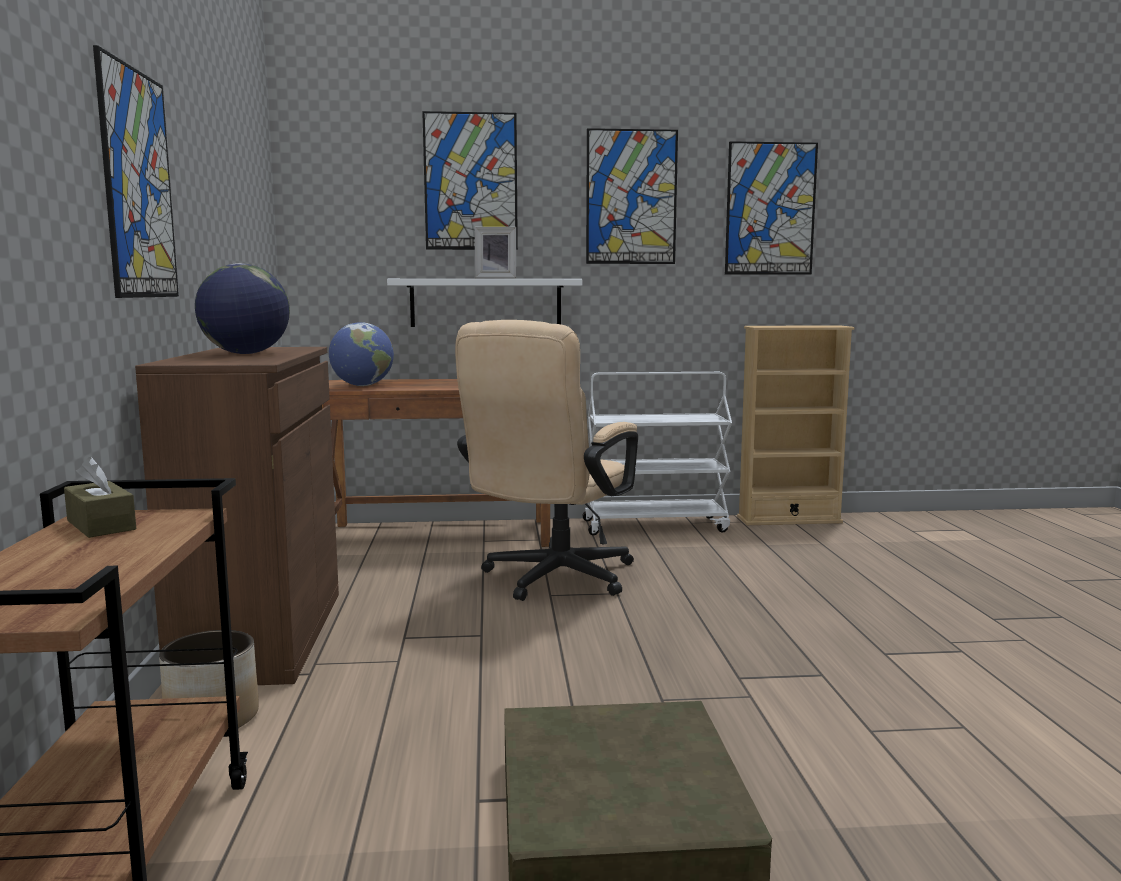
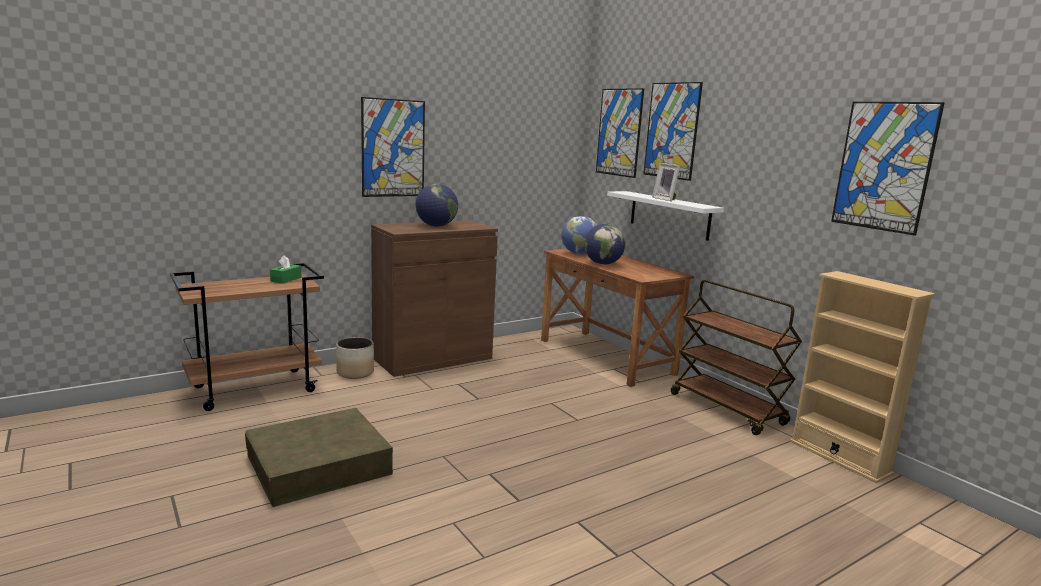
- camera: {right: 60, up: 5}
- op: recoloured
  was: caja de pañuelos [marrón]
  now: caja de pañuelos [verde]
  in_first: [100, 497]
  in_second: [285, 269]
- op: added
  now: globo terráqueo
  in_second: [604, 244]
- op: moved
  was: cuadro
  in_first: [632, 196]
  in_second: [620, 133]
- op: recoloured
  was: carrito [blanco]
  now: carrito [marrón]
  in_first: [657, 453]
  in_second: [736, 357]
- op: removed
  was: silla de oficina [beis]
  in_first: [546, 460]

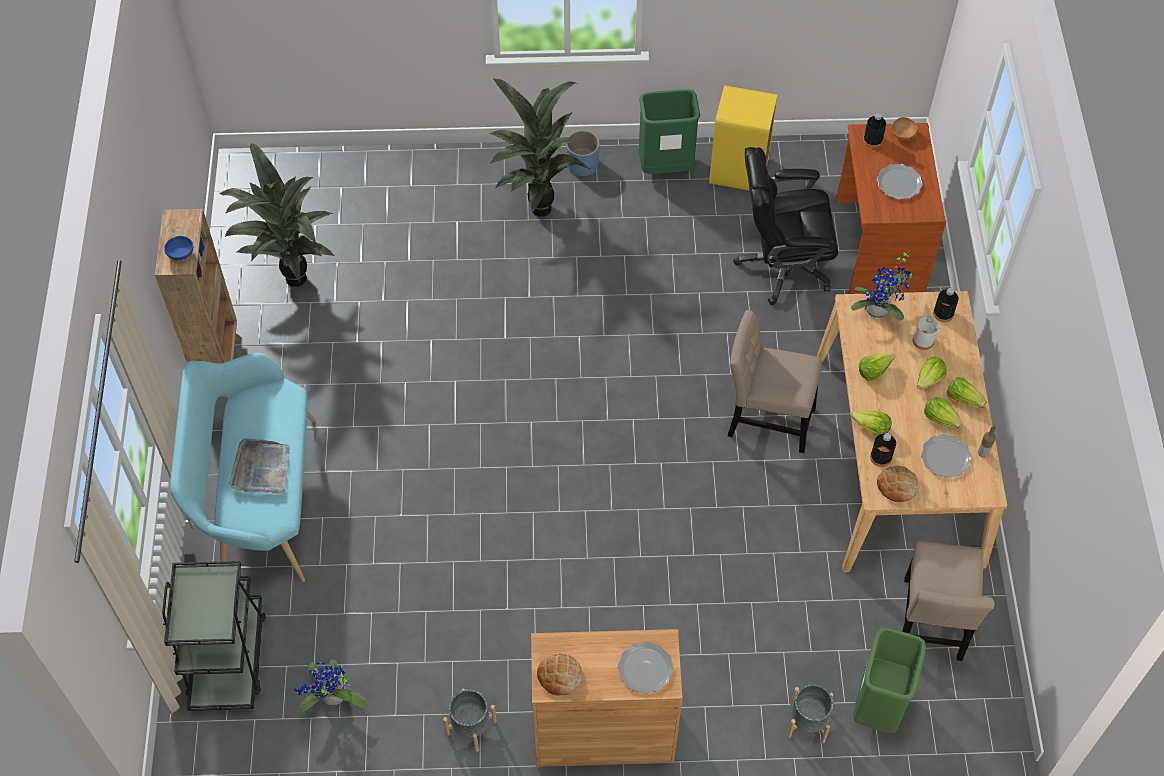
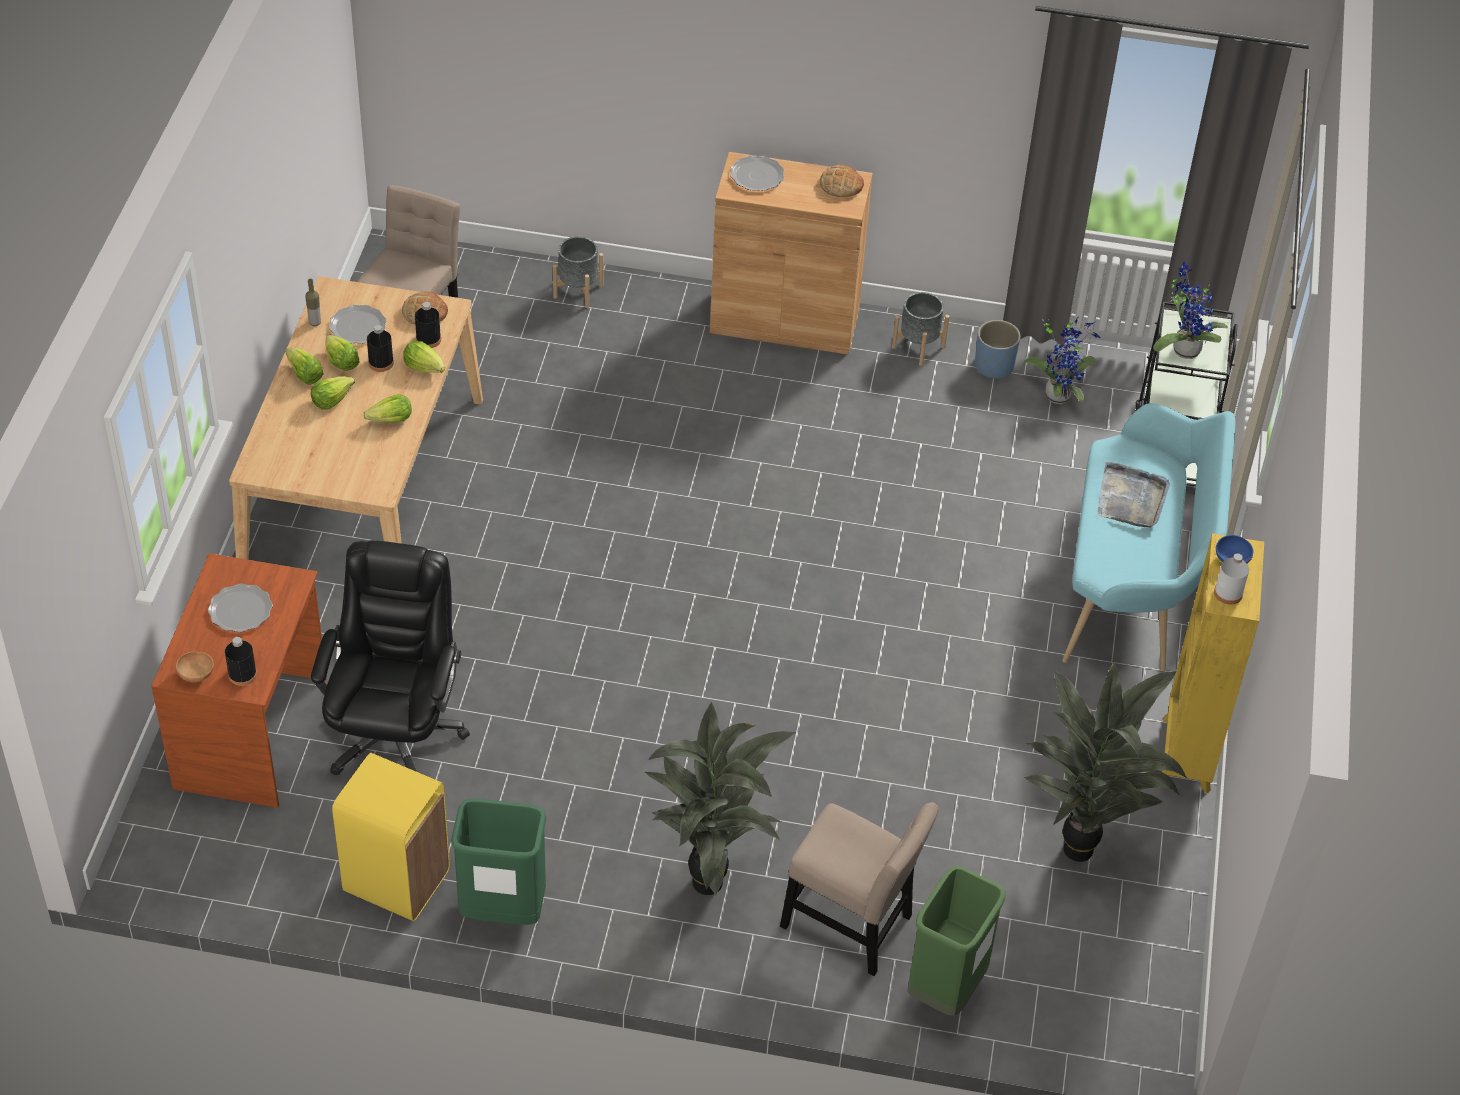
- camera: {right: -170, up: -10}
- op: turned
  was: silla de oficina [negro]
  in_first: [785, 226]
  in_second: [390, 657]
  clockwise: -90
- op: moved
  was: botella [negro]
  in_first: [946, 305]
  in_second: [380, 348]
- op: moved
  was: silla [beis]
  in_first: [775, 381]
  in_second: [859, 889]
- op: moved
  was: papelera [verde]
  in_first: [889, 680]
  in_second: [957, 941]
- op: moved
  was: maceta [azul]
  in_first: [583, 153]
  in_second: [997, 349]
- op: moved
  was: planta en maceta
  in_first: [881, 285]
  in_second: [1190, 310]
- op: recoloured
  was: estantería [marrón]
  now: estantería [amarillo]
  in_first: [198, 286]
  in_second: [1213, 663]
- op: moved
  was: botella [blanco]
  in_first: [926, 333]
  in_second: [1231, 578]

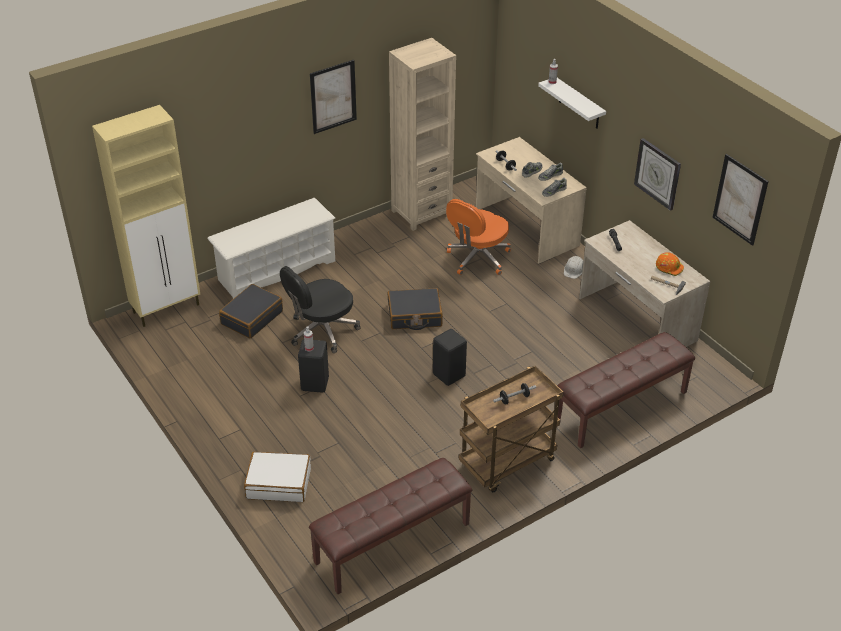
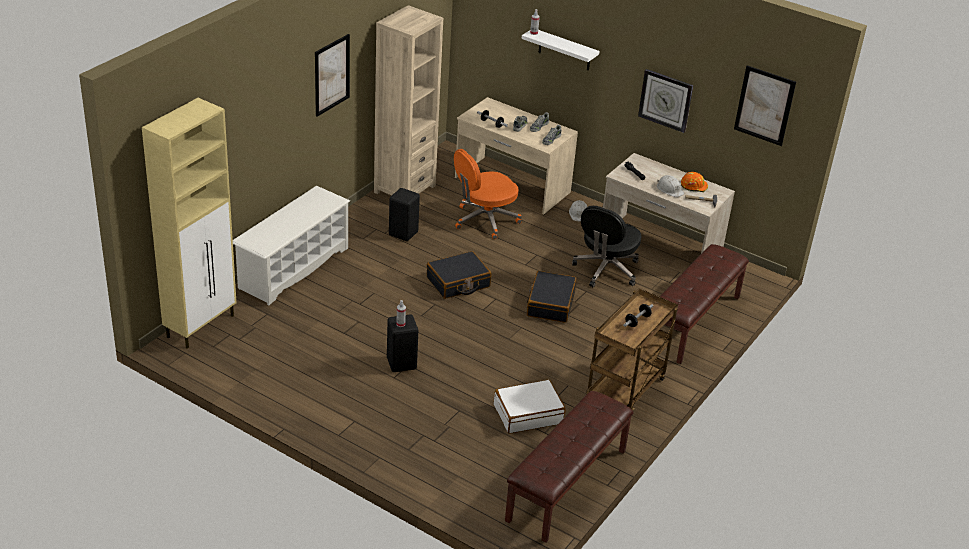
- camera: {right: -25, up: -5}
- op: moved
  was: taburete [negro]
  in_first: [450, 357]
  in_second: [404, 214]
- op: turned
  was: silla de oficina [naranja]
  in_first: [478, 237]
  in_second: [488, 194]
  clockwise: 45
- op: moved
  was: maleta [blanco]
  in_first: [277, 477]
  in_second: [530, 406]
- op: moved
  was: maleta [negro]
  in_first: [251, 311]
  in_second: [552, 297]
- op: moved
  was: silla de oficina [negro]
  in_first: [320, 309]
  in_second: [606, 246]
- op: added
  now: casco [blanco]
  in_second: [671, 186]

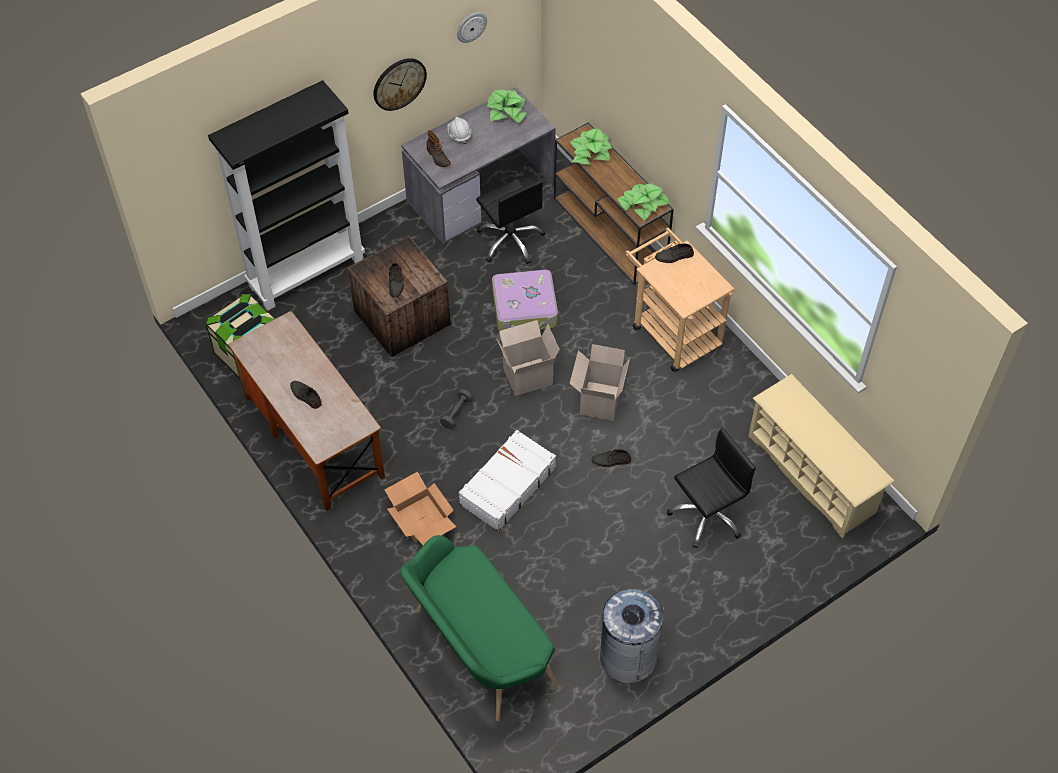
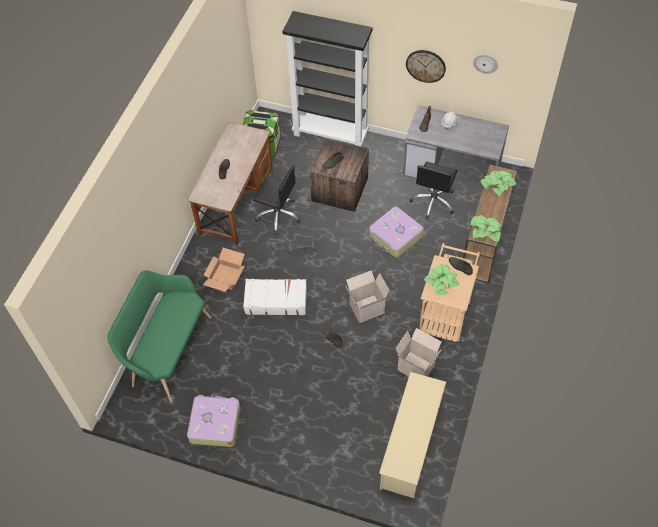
- camera: {right: 55, up: 0}
- op: replaced
  was: papelera [gris]
  now: maleta
  in_first: [632, 636]
  in_second: [214, 421]
- op: moved
  was: silla de oficina [negro]
  in_first: [711, 488]
  in_second: [277, 199]
- op: moved
  was: caja de cartón
  in_first: [528, 358]
  in_second: [419, 352]
- op: moved
  was: planta en maceta
  in_first: [506, 106]
  in_second: [441, 279]

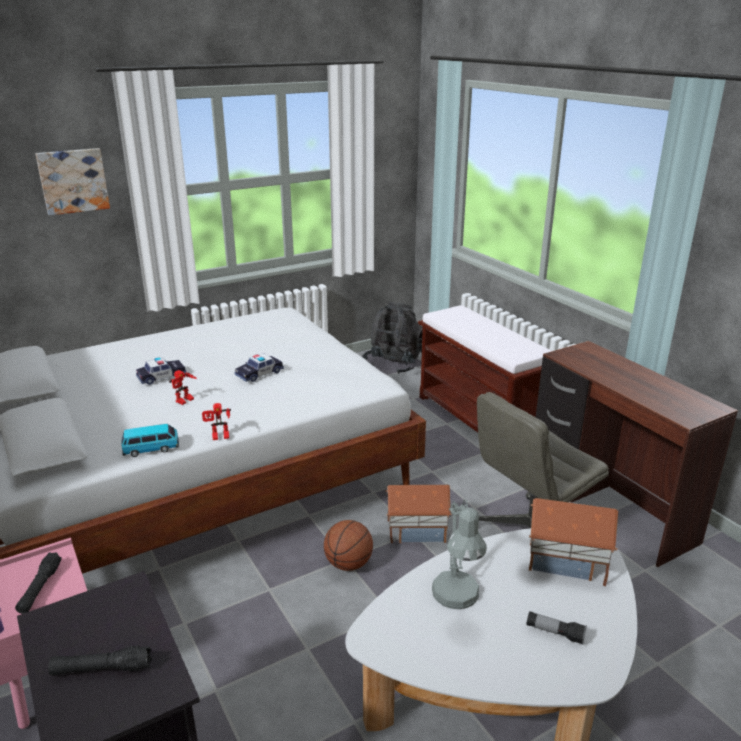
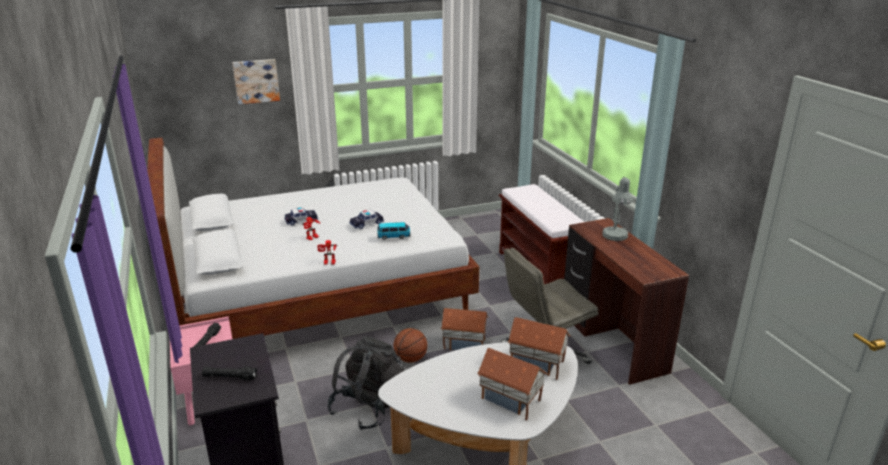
- camera: {right: 10, up: 0}
- op: moved
  was: mochila [negro]
  in_first: [393, 338]
  in_second: [365, 383]
- op: moved
  was: coche de juguete
  in_first: [150, 440]
  in_second: [393, 231]
- op: replaced
  was: linterna
  now: casita
  in_first: [556, 628]
  in_second: [512, 384]
- op: moved
  was: lámpara de mesa [gris]
  in_first: [459, 554]
  in_second: [617, 208]

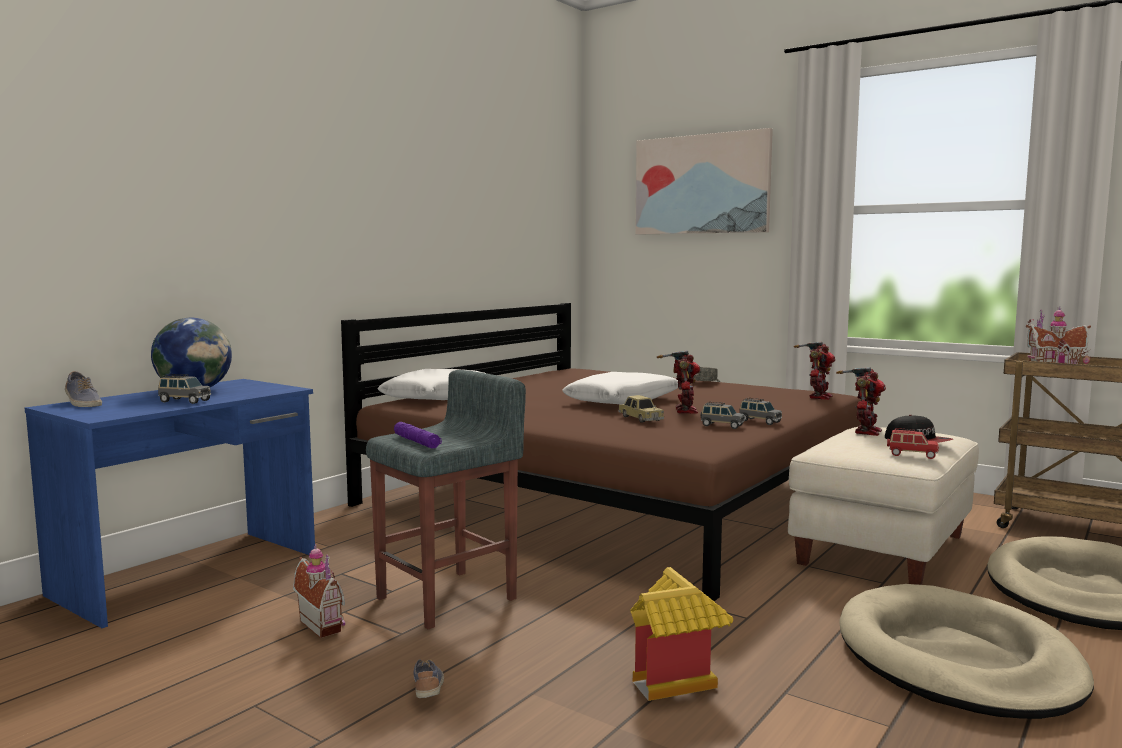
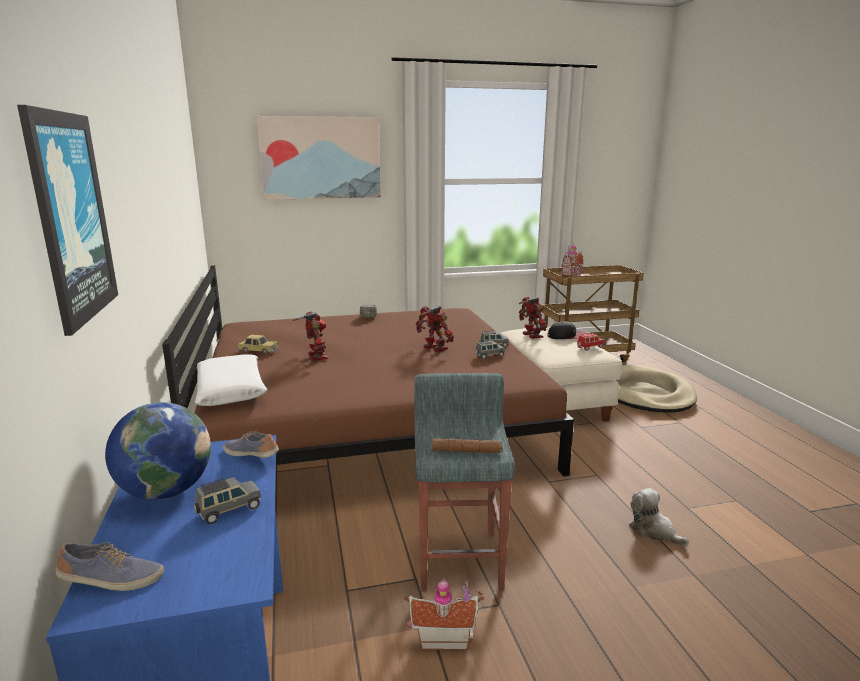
- camera: {right: -50, up: 10}
- op: added
  now: cuadro
  in_second: [67, 220]
- op: moved
  was: zapato
  in_first: [428, 678]
  in_second: [251, 444]
- op: moved
  was: coche de juguete
  in_first: [641, 409]
  in_second: [258, 344]
- op: moved
  was: robot de juguete
  in_first: [814, 370]
  in_second: [310, 336]
- op: recoloured
  was: linterna [morado]
  now: linterna [marrón]
  in_first: [418, 435]
  in_second: [467, 445]
- op: replaced
  was: casita
  now: peluche
  in_first: [682, 634]
  in_second: [659, 517]
- op: removed
  was: cojín [blanco]
  in_first: [620, 388]
- op: removed
  was: cama para perro [beis]
  in_first: [966, 651]

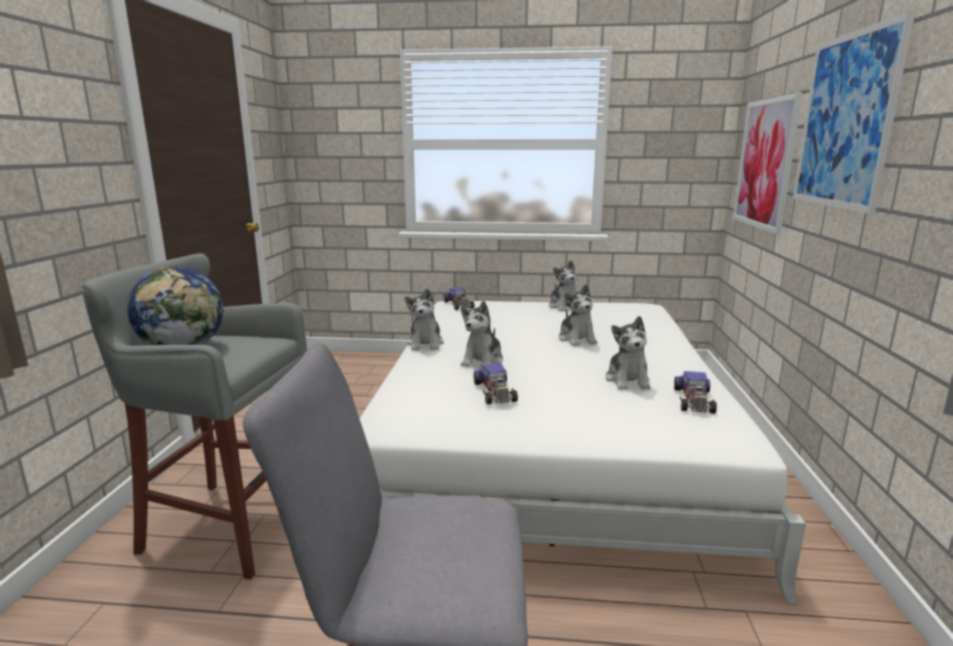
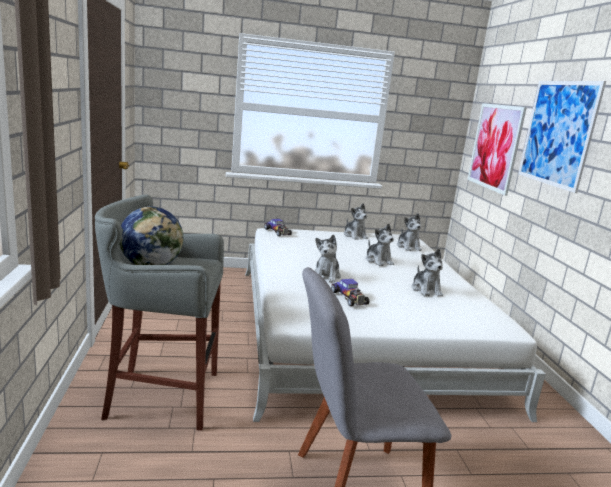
- camera: {right: -15, up: 0}
- op: moved
  was: peluche
  in_first: [424, 319]
  in_second: [409, 232]
- op: removed
  was: coche de juguete
  in_first: [695, 392]

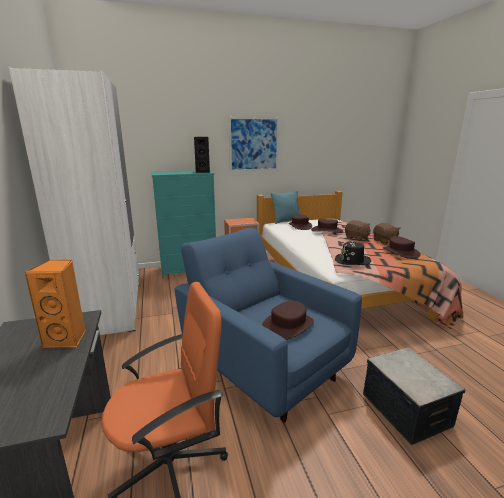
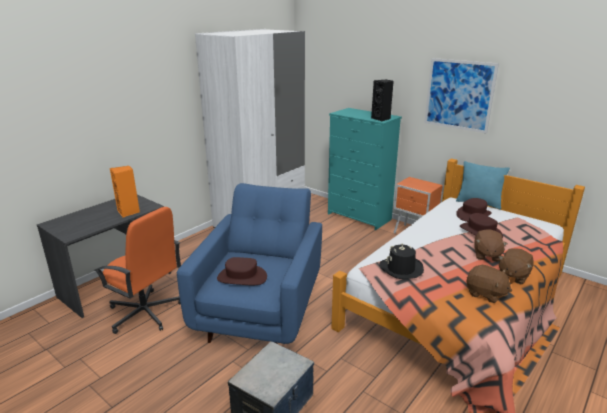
- camera: {right: 55, up: 5}
- op: replaced
  was: sombrero [marrón]
  now: peluche [marrón]
  in_first: [401, 247]
  in_second: [489, 283]

